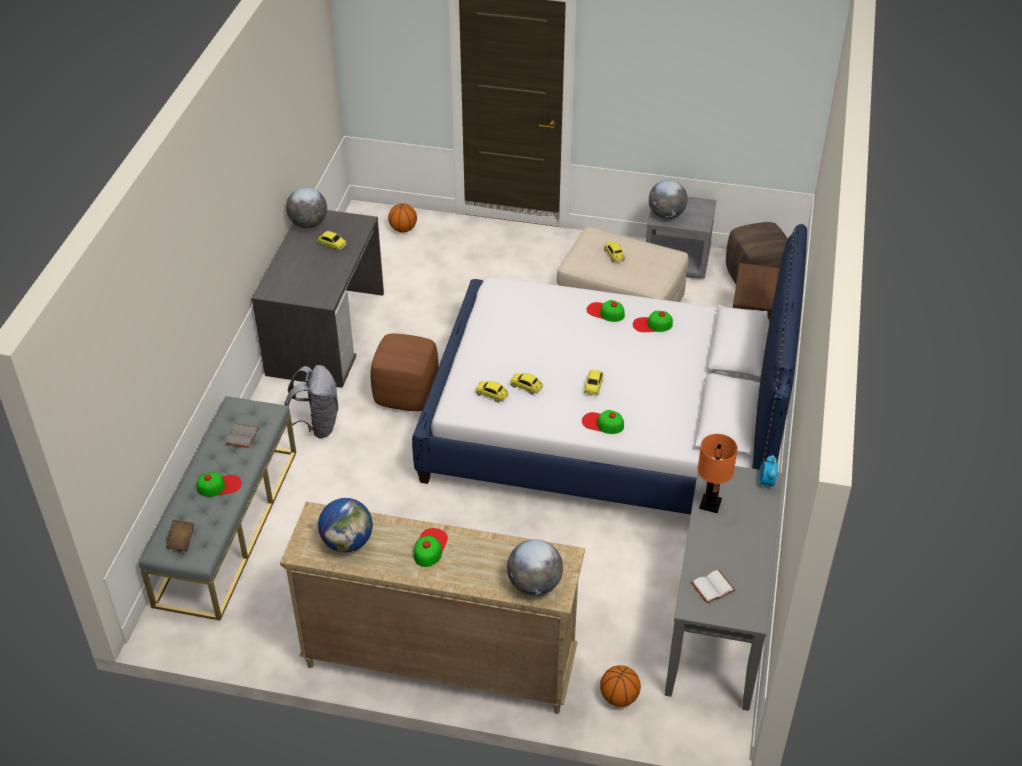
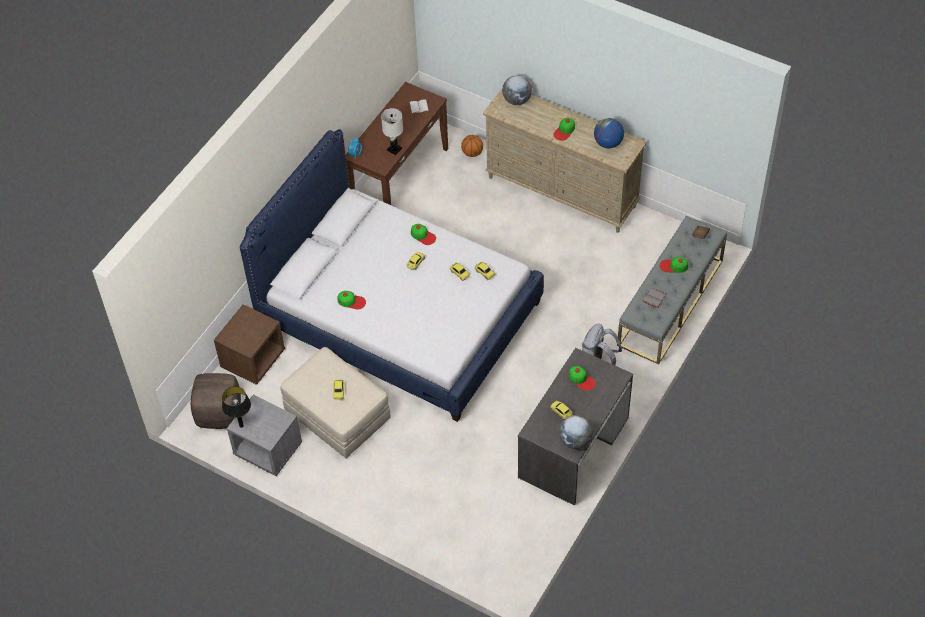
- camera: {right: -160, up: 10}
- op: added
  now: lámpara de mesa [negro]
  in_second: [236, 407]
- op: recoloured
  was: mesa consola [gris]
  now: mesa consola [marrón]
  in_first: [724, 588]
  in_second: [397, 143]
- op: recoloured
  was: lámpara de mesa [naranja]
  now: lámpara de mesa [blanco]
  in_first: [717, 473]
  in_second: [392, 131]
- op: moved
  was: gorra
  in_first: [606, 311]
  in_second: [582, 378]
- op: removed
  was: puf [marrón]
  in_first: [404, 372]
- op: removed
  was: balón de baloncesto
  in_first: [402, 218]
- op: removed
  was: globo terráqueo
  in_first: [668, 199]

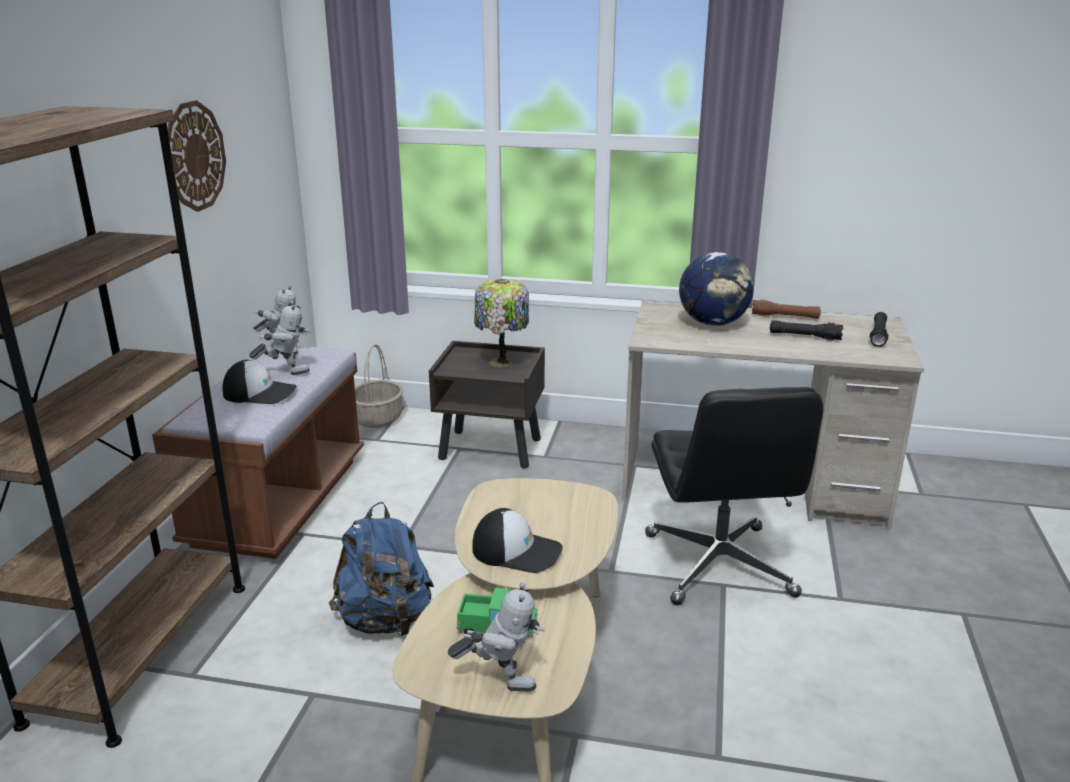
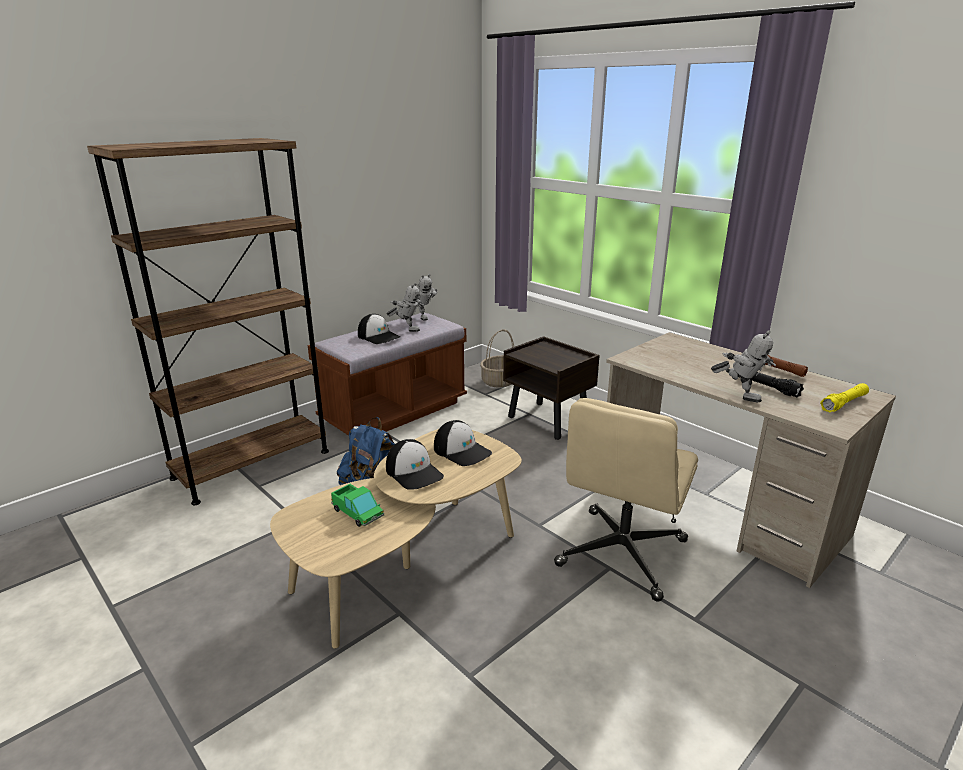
- camera: {right: 35, up: 0}
- op: added
  now: gorra
  in_second: [463, 443]
- op: recoloured
  was: silla de oficina [negro]
  now: silla de oficina [beis]
  in_first: [734, 496]
  in_second: [626, 500]
- op: moved
  was: robot de juguete
  in_first: [496, 637]
  in_second: [743, 366]
- op: recoloured
  was: linterna [negro]
  now: linterna [amarillo]
  in_first: [879, 329]
  in_second: [844, 397]
- op: removed
  was: reloj de pared
  in_first: [197, 156]
- op: removed
  was: lámpara de mesa
  in_first: [501, 323]
- op: removed
  was: globo terráqueo
  in_first: [716, 289]

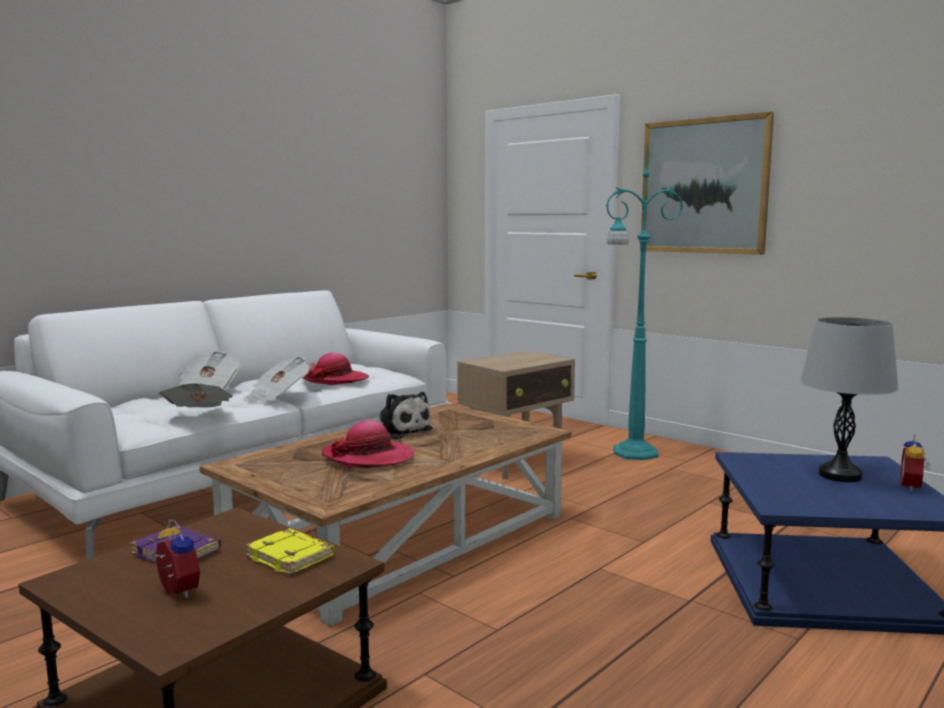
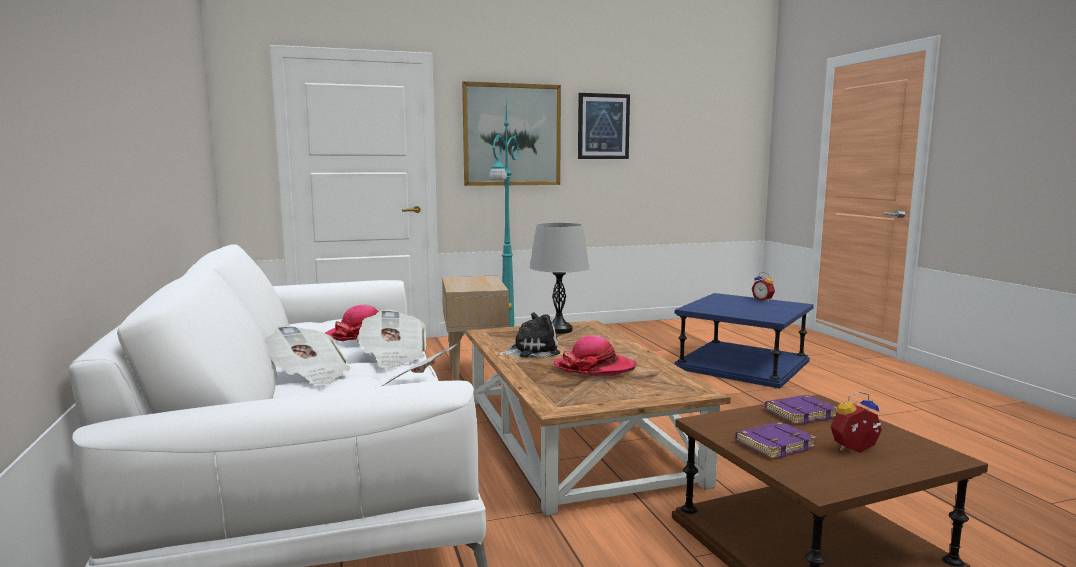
- camera: {right: -60, up: 0}
- op: moved
  was: lámpara de mesa [gris]
  in_first: [849, 399]
  in_second: [559, 278]
- op: added
  now: cuadro
  in_second: [604, 126]
- op: recoloured
  was: libro [amarillo]
  now: libro [morado]
  in_first: [289, 551]
  in_second: [801, 409]

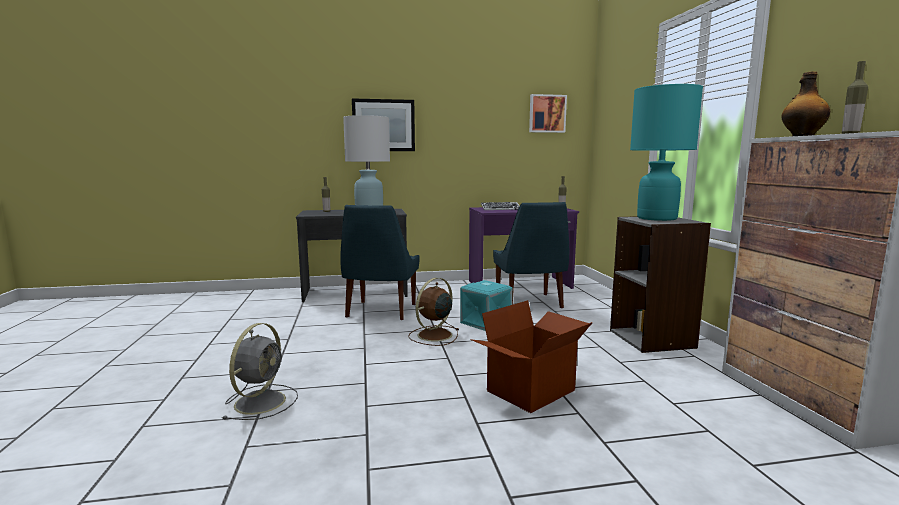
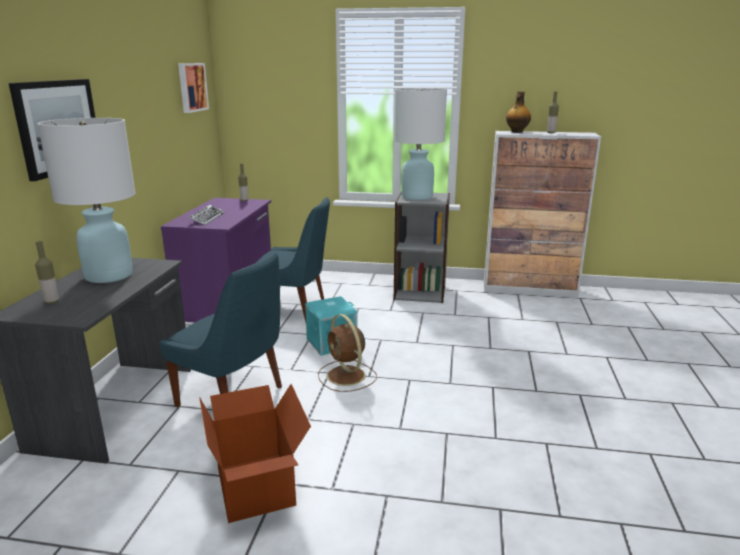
- camera: {right: -70, up: 10}
- op: moved
  was: caja de cartón
  in_first: [532, 356]
  in_second: [255, 453]
- op: recoloured
  was: lámpara de mesa [turquesa]
  now: lámpara de mesa [blanco]
  in_first: [666, 152]
  in_second: [420, 144]
- op: removed
  was: ventilador [gris]
  in_first: [260, 371]

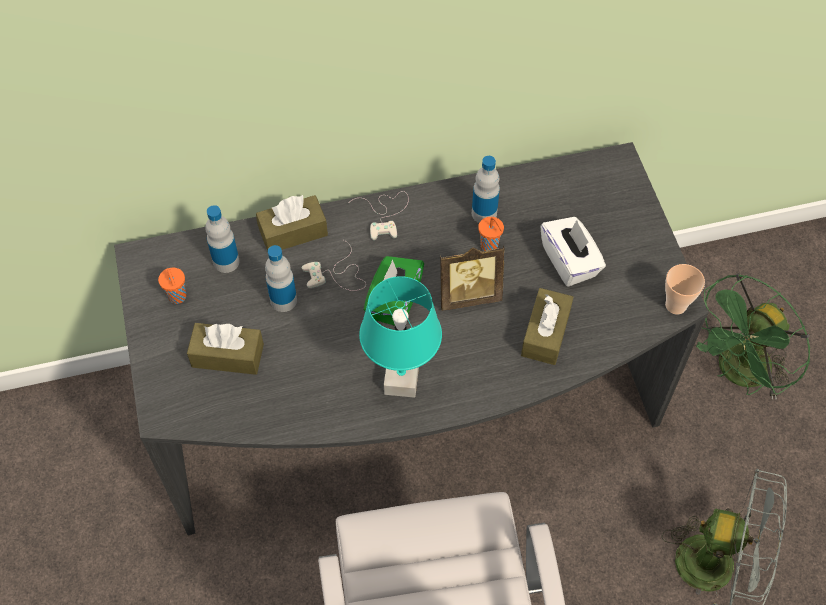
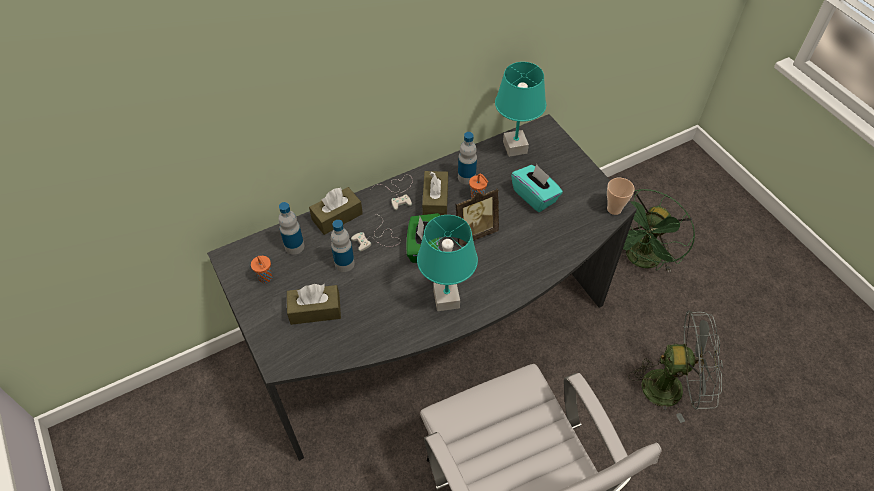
- camera: {right: -15, up: -5}
- op: moved
  was: caja de pañuelos [marrón]
  in_first: [547, 326]
  in_second: [435, 193]
- op: added
  now: lámpara de mesa [turquesa]
  in_second: [520, 109]
- op: recoloured
  was: caja de pañuelos [blanco]
  now: caja de pañuelos [turquesa]
  in_first: [573, 252]
  in_second: [537, 188]

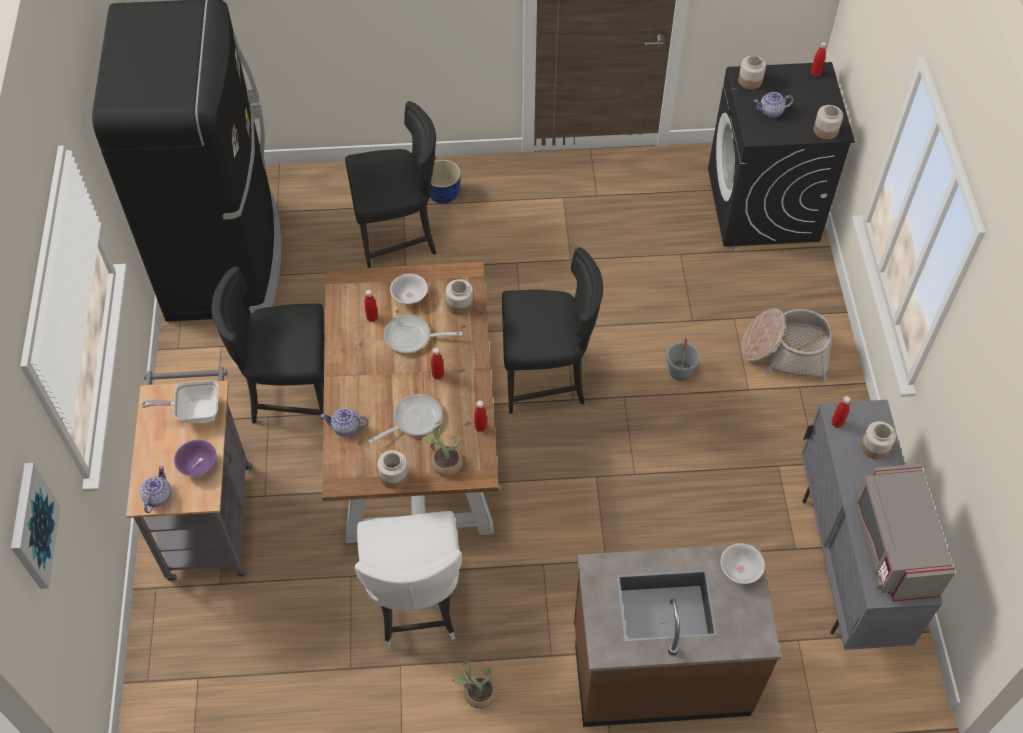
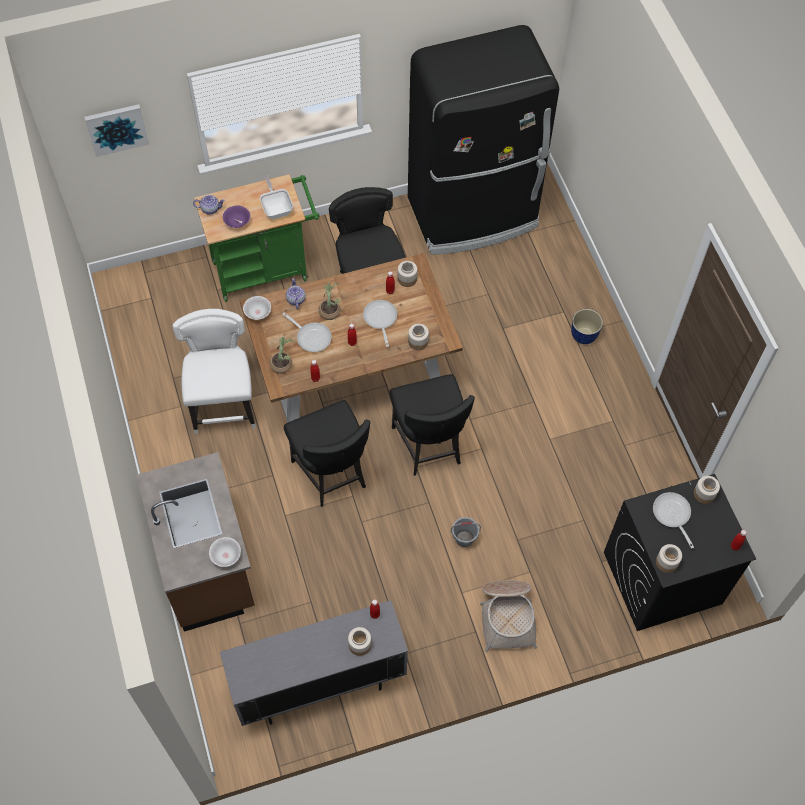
- camera: {right: 75, up: 5}
- op: turned
  was: silla [blanco]
  in_first: [408, 579]
  in_second: [214, 371]
  clockwise: 105
- op: recoloured
  was: carrito [gris]
  now: carrito [verde]
  in_first: [189, 474]
  in_second: [257, 238]
- op: moved
  was: cuenco [blanco]
  in_first: [409, 289]
  in_second: [257, 308]
- op: moved
  was: silla [negro]
  in_first: [390, 184]
  in_second: [327, 453]
- op: moved
  was: planta en maceta
  in_first: [474, 684]
  in_second: [329, 301]
- op: moved
  was: tarro
  in_first: [392, 469]
  in_second: [407, 274]
- op: replaced
  was: tetera
  now: sartén
  in_first: [774, 105]
  in_second: [673, 520]
- op: removed
  was: microondas [gris]
  in_first: [904, 532]

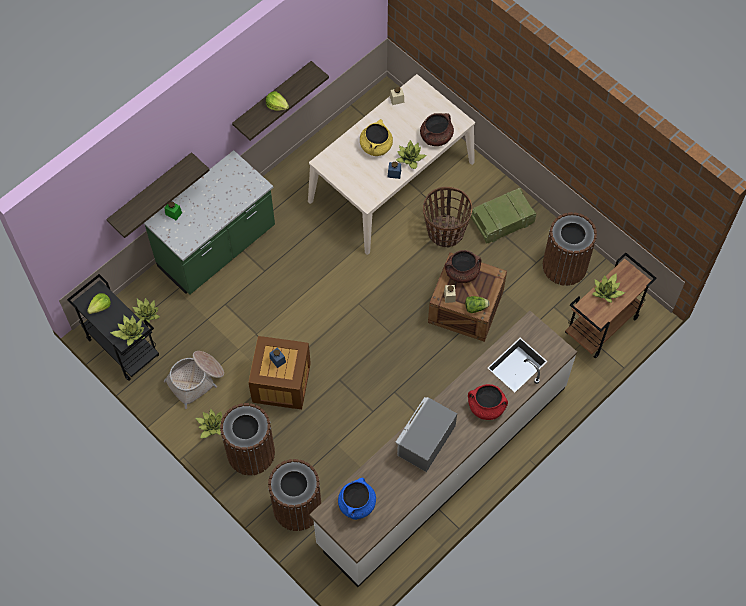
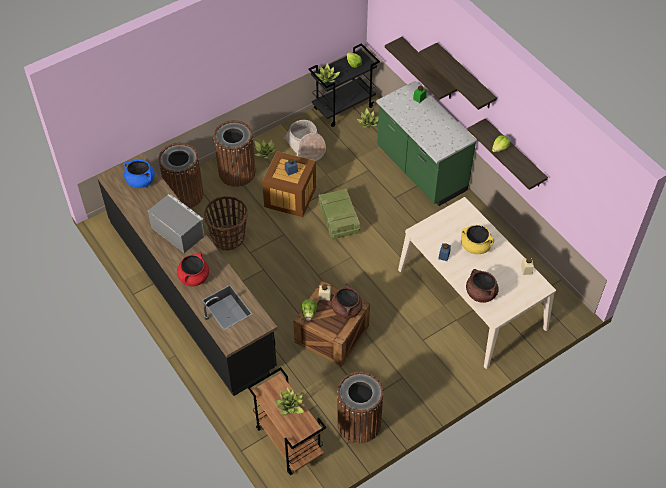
- camera: {right: 100, up: -10}
- op: recoloured
  was: mueble bajo de cocina [blanco]
  now: mueble bajo de cocina [negro]
  in_first: [443, 449]
  in_second: [187, 274]
- op: moved
  was: cesta
  in_first: [447, 217]
  in_second: [226, 223]
- op: moved
  was: caja de embalaje
  in_first: [503, 216]
  in_second: [339, 214]
- op: added
  now: estante
  in_second: [458, 76]
- op: removed
  was: planta en maceta
  in_first: [411, 154]

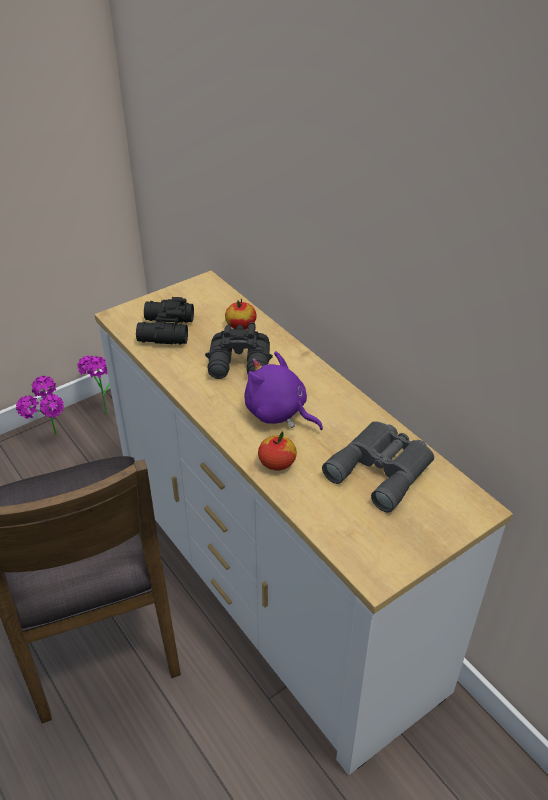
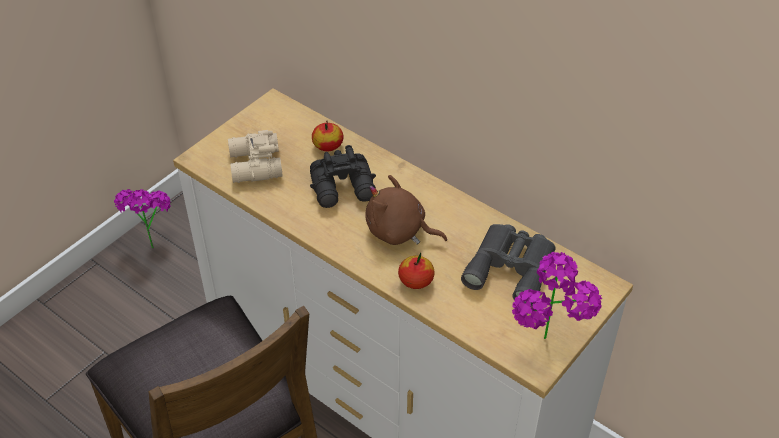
- camera: {right: -15, up: 5}
- op: recoloured
  was: prismáticos [negro]
  now: prismáticos [beis]
  in_first: [165, 320]
  in_second: [255, 156]
- op: recoloured
  was: peluche [morado]
  now: peluche [marrón]
  in_first: [283, 390]
  in_second: [406, 210]
- op: moved
  was: planta en maceta
  in_first: [40, 405]
  in_second: [557, 295]

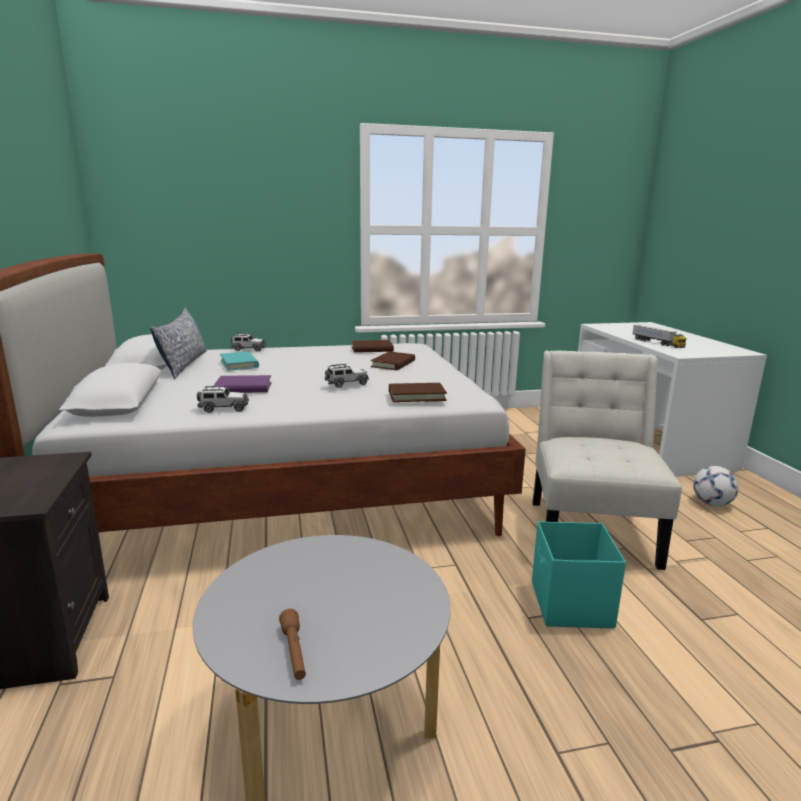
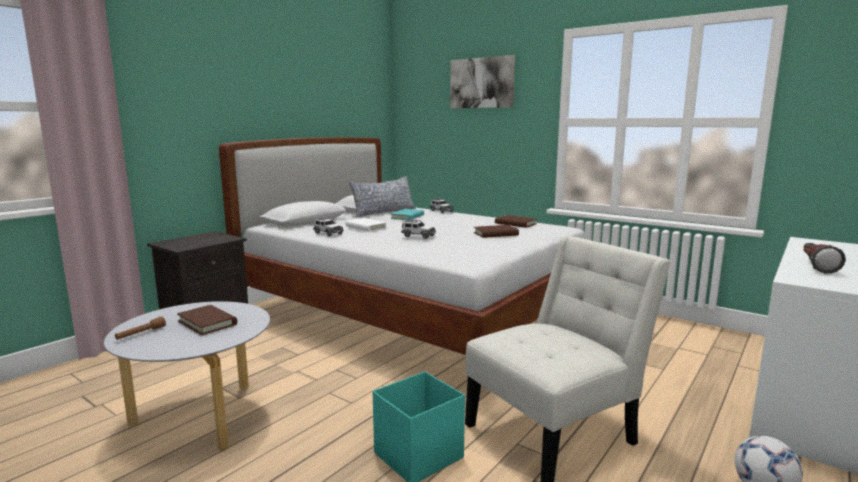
- camera: {right: 50, up: -5}
- op: moved
  was: libro [marrón]
  in_first: [418, 392]
  in_second: [207, 320]
- op: recoloured
  was: libro [morado]
  now: libro [blanco]
  in_first: [243, 384]
  in_second: [366, 224]
- op: added
  now: cuadro
  in_second: [482, 81]
- op: replaced
  was: camión de juguete
  now: linterna
  in_first: [659, 336]
  in_second: [824, 258]

